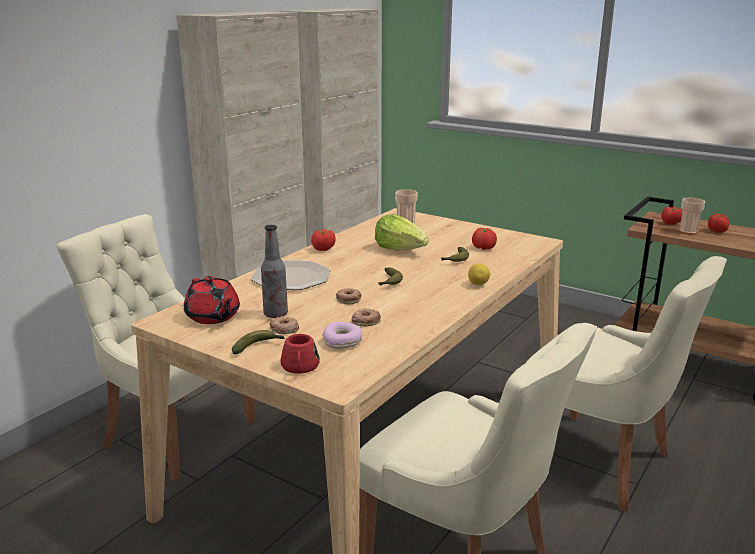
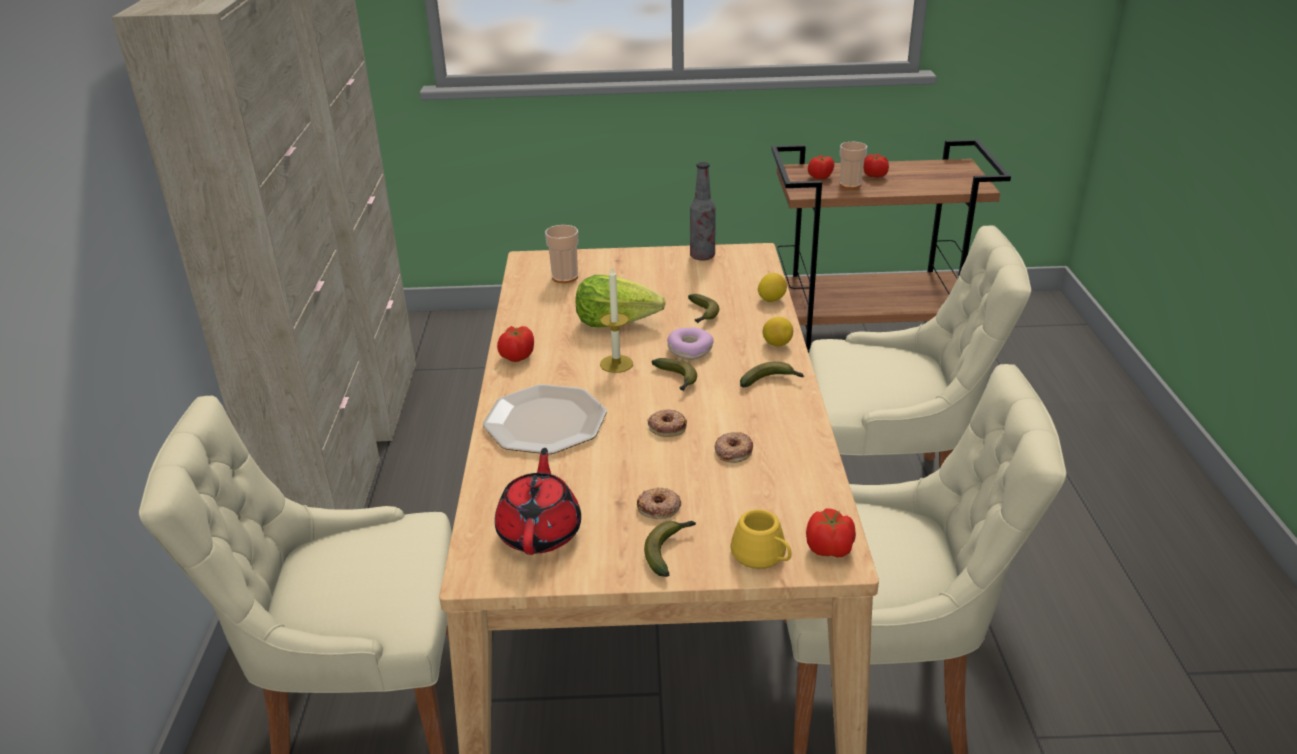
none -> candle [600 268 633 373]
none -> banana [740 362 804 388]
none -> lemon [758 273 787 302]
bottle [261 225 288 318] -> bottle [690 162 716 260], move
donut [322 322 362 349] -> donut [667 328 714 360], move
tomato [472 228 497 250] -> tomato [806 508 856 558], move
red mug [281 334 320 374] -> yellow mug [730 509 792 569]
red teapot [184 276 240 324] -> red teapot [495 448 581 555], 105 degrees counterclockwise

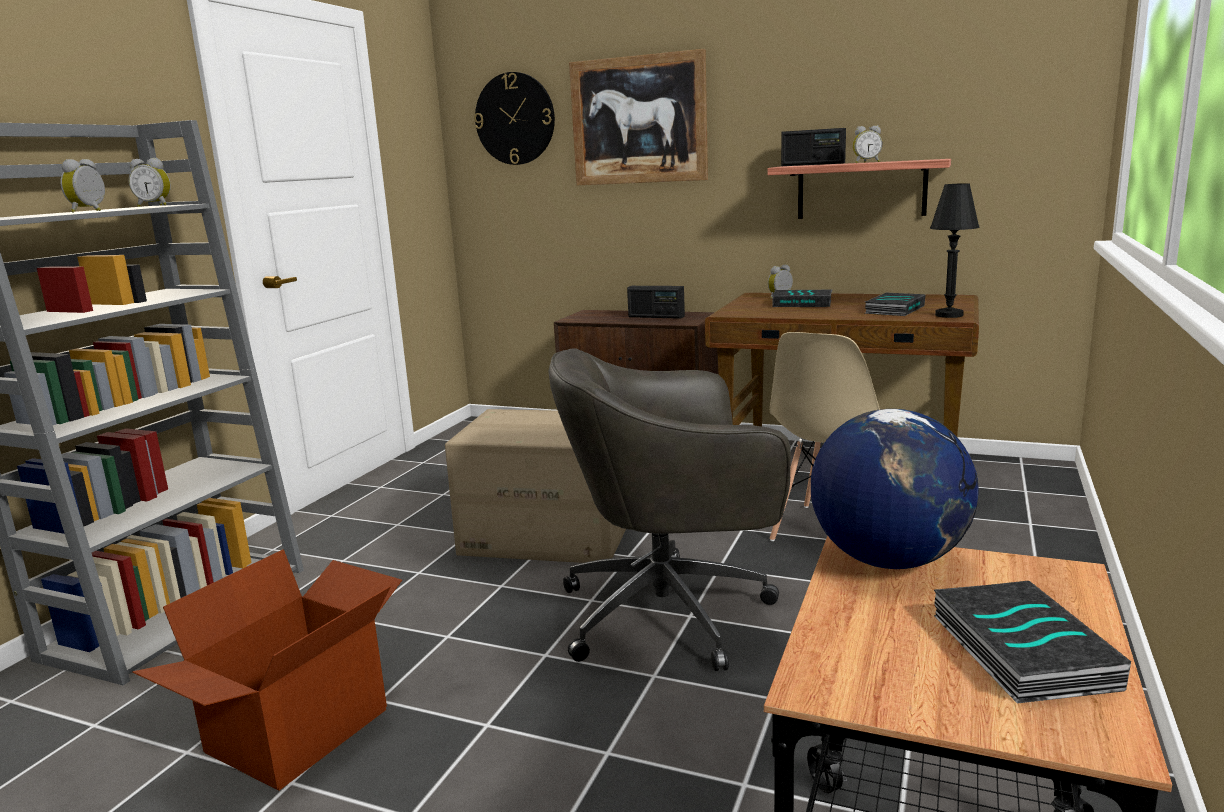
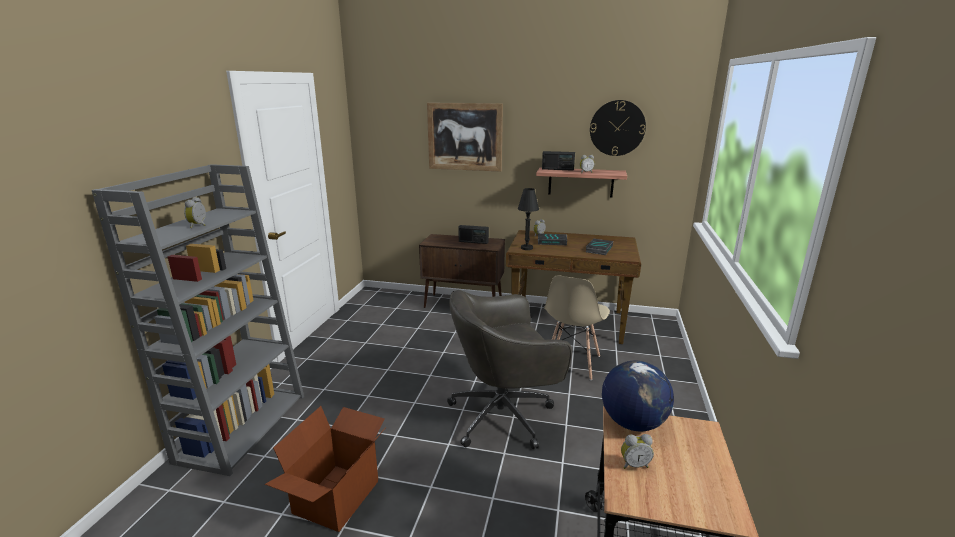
cardboard box [445 409 626 563] -> none
book [934 581 1131 703] -> none
alarm clock [129 158 171 207] -> alarm clock [621 434 654 469], move
wall clock [474 72 555 165] -> wall clock [590 100 646 156], move
black table lamp [930 183 979 318] -> black table lamp [518 188 539 250], move

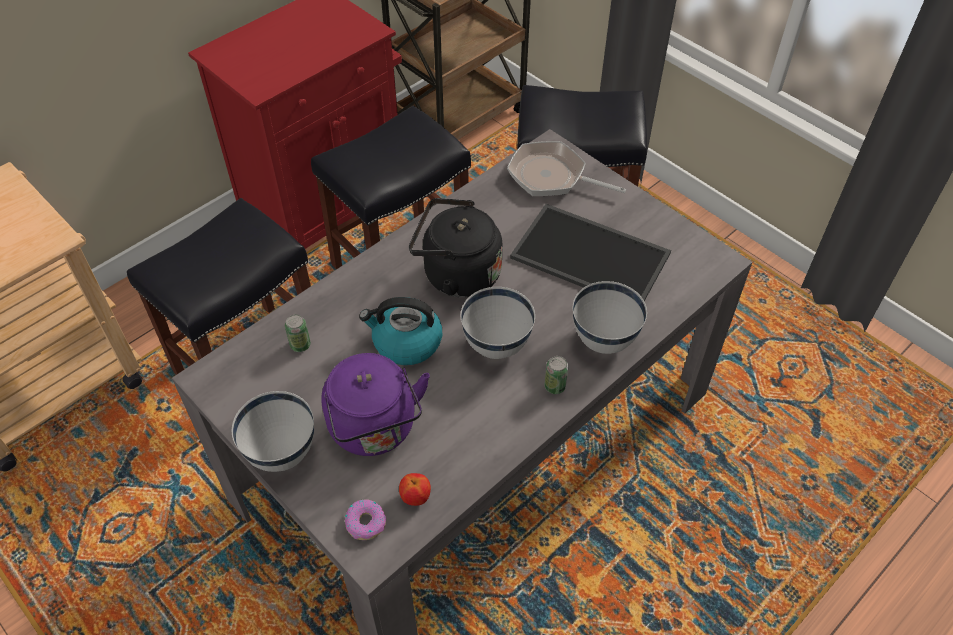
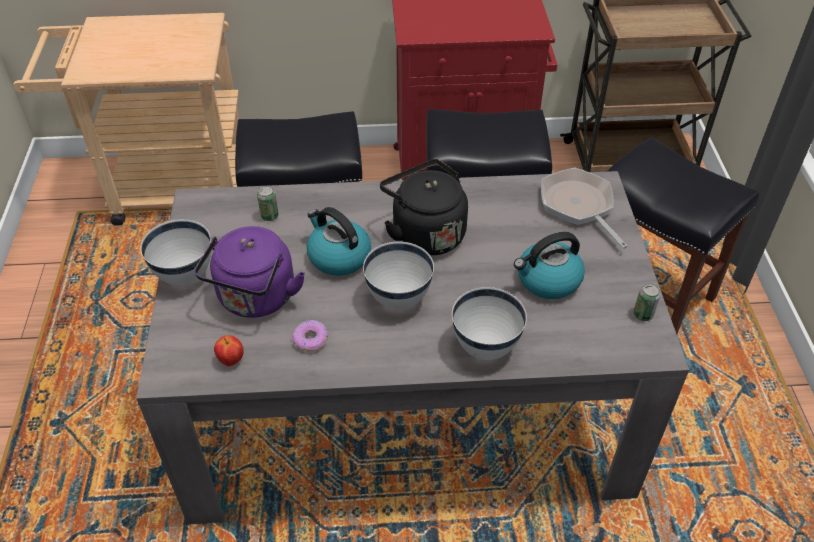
donut [345 500 386 540] -> donut [292 320 328 352], move
can [544 356 568 394] -> can [633 283 660 321], move
tray [510 204 671 301] -> kettle [514 232 585 299]

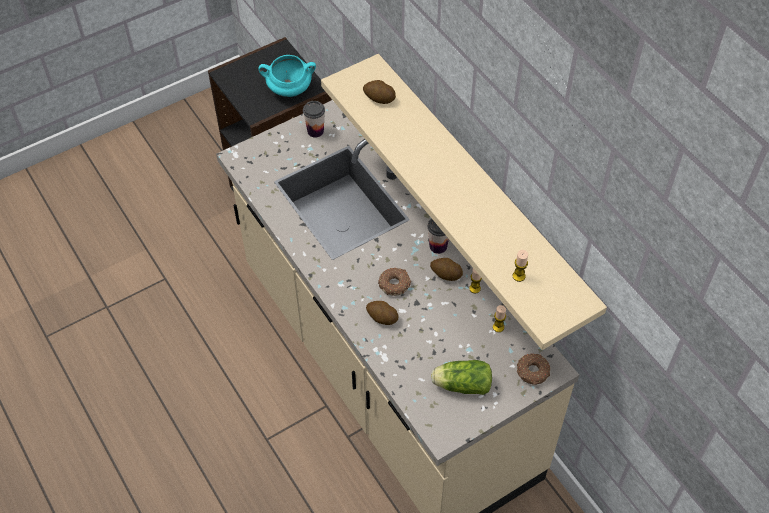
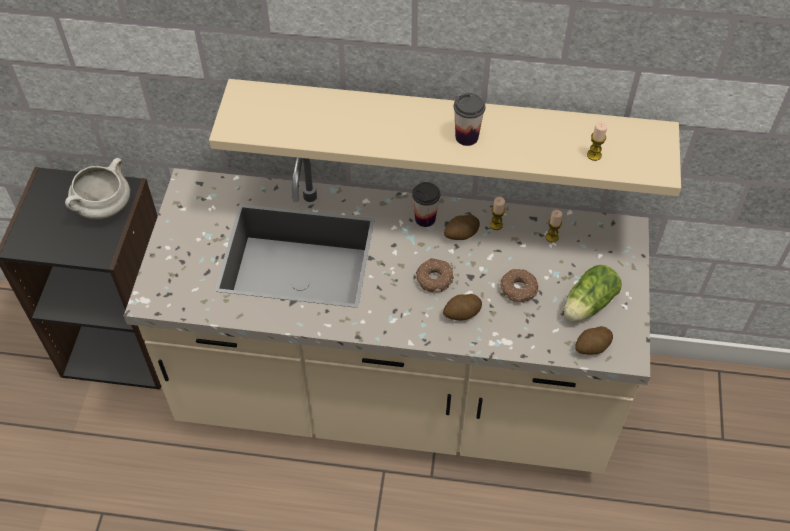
cup [303 101 325 138] -> cup [454 93 485 146], move
potato [363 80 396 104] -> potato [575 326 613 355], move
donut [517 354 550 385] -> donut [500 269 538 303], move
turquoise cooking pot [258 55 316 97] -> white cooking pot [65 158 130 220]

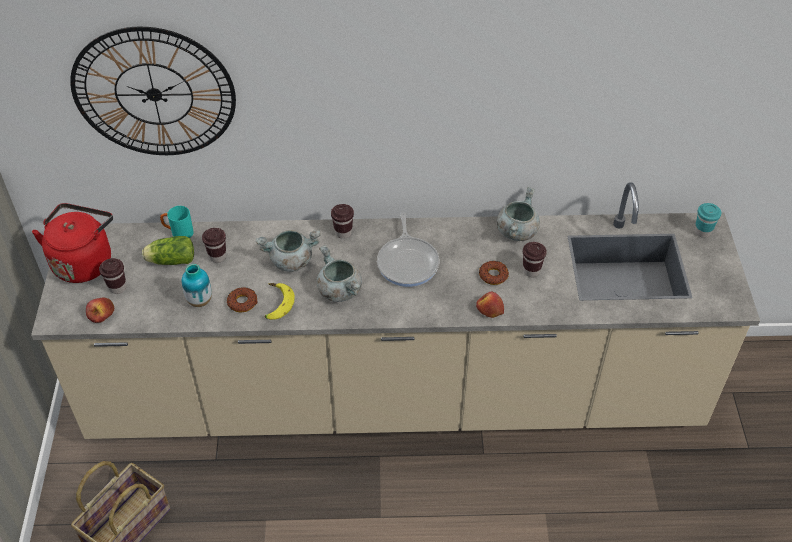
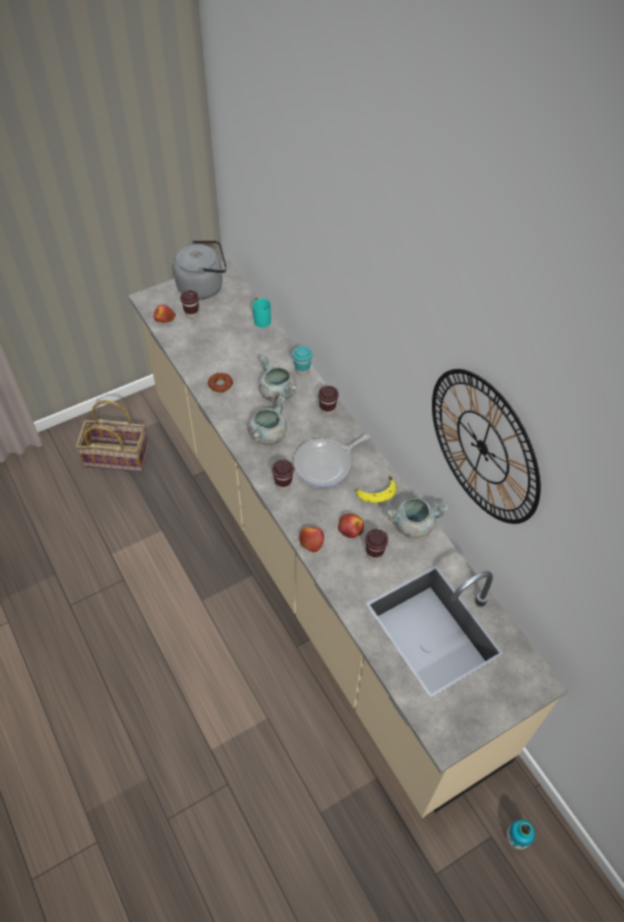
lettuce [142 236 194 265] -> none
wall clock [70 27 236 155] -> wall clock [432 369 541 524], move
vase [182 264 212 307] -> vase [507 820 535 850], move
brown cup [202 228 226 263] -> brown cup [272 460 294 491], move
banana [265 283 295 320] -> banana [356 475 396 503], move
turquoise cup [695 203 721 238] -> turquoise cup [293 346 312 376], move
donut [479 261 509 285] -> apple [338 514 364 538]
red kettle [32 203 113 283] -> grey kettle [173 240 227 300]

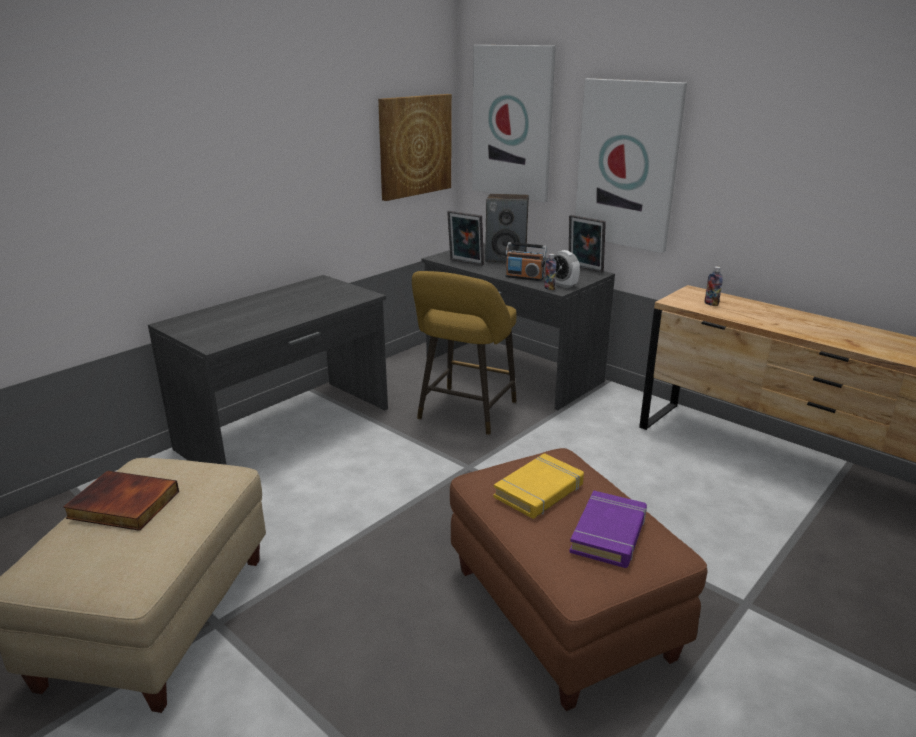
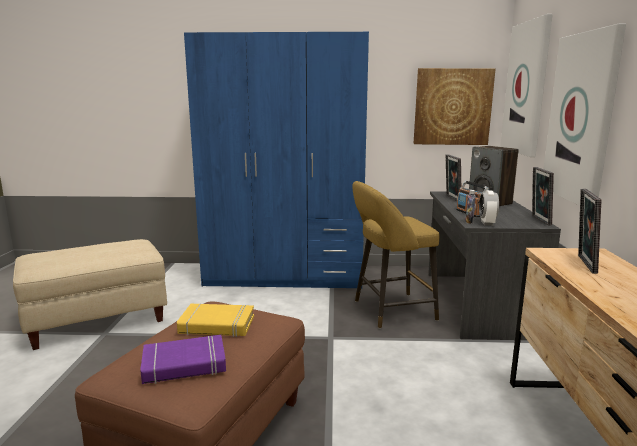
book [63 471 179 531] -> none
grey desk [148 275 388 465] -> blue wardrobe [184 32 369 289]
bottle [705 266 723 306] -> picture frame [578 189 601 274]

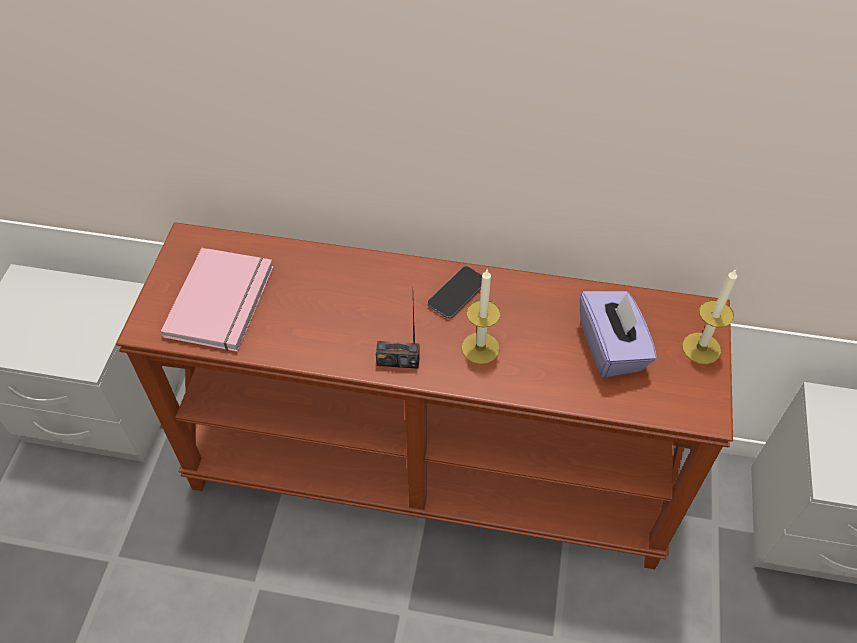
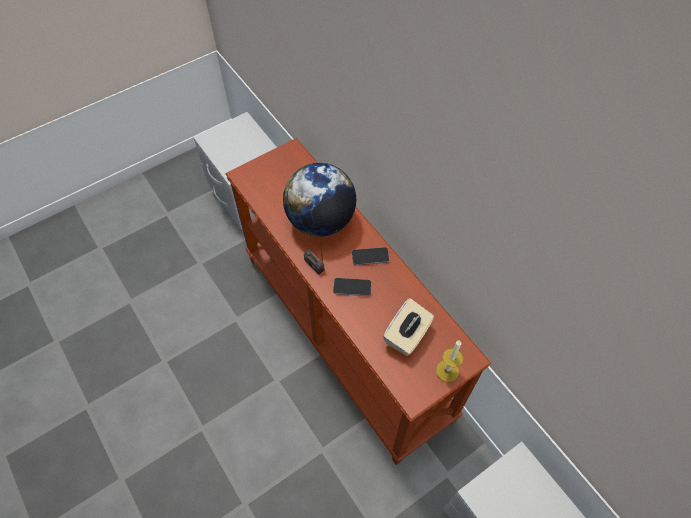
pink book [160 248 274 352] -> none
none -> globe [283 163 356 237]
candle [461 270 501 364] -> phone [333 278 371 296]
purple tissue box [580 291 657 378] -> beige tissue box [383 298 434 356]

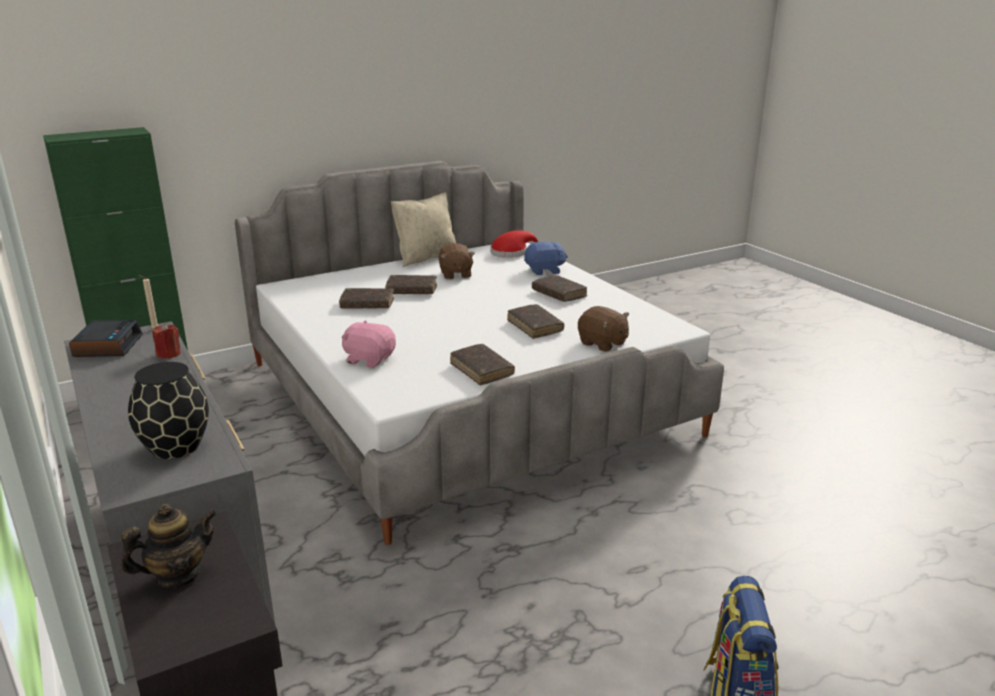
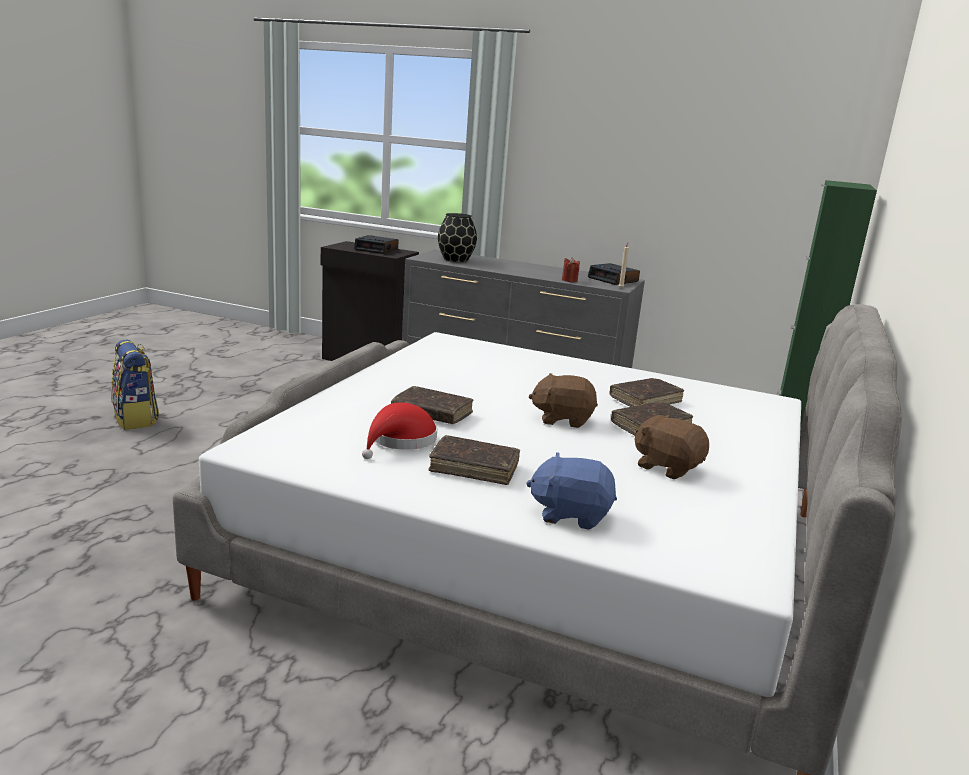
pink plush toy [342 320 396 368] -> none
beige pillow [391 193 456 267] -> none
brown book [450 344 515 385] -> none
red hat [490 230 538 258] -> red hat [362 402 437 459], move
brown plush toy [578 306 629 352] -> brown plush toy [529 373 598 428], move
teapot [121 504 217 588] -> alarm clock [354 235 399 254]
blue plush toy [524 241 568 275] -> blue plush toy [526 452 617 530], 60 degrees clockwise

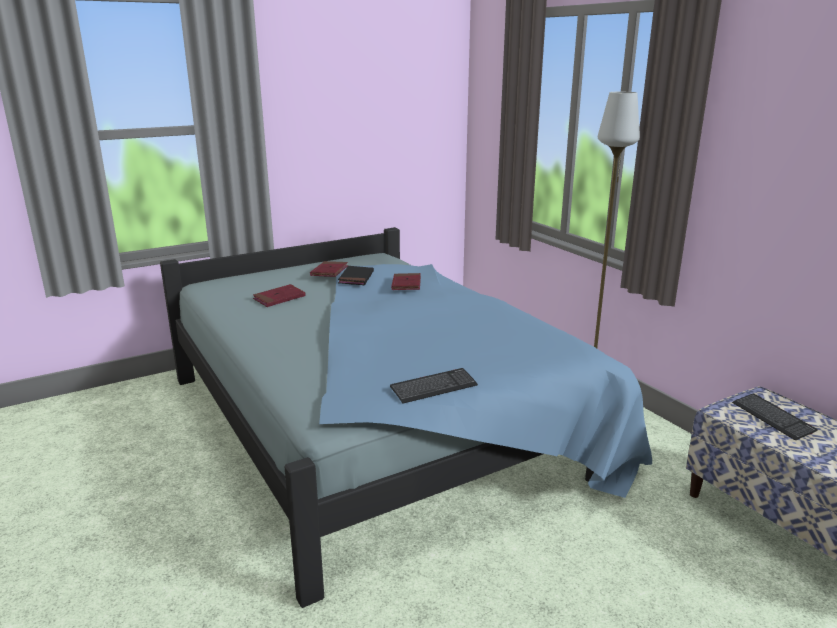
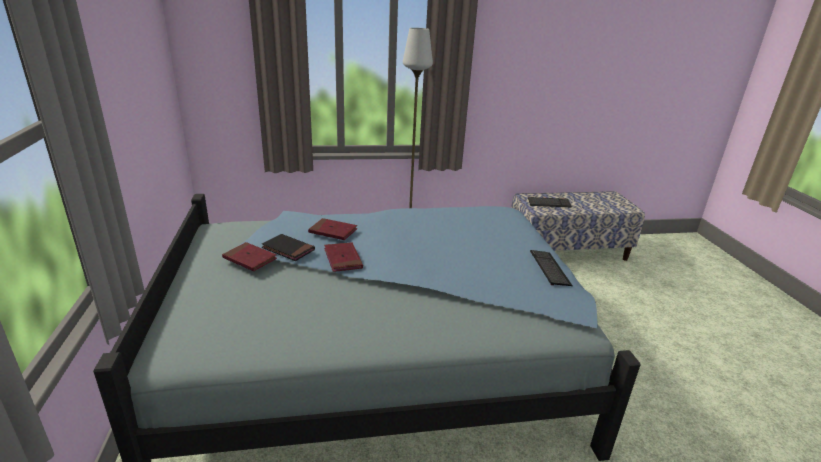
red book [253 284 306 307] -> red book [324 242 363 272], move

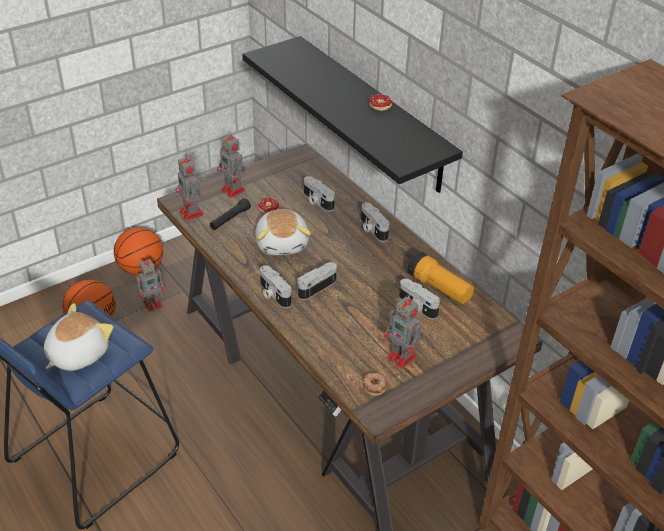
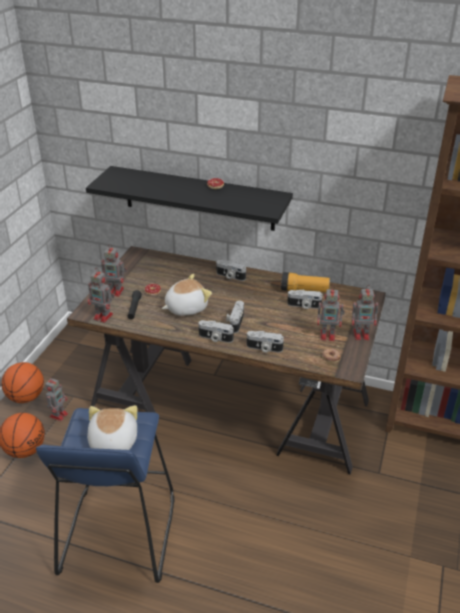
none -> toy robot [352 287 379 340]
photo camera [304 176 335 211] -> photo camera [247 331 284 353], move
plush toy [255 209 311 255] -> plush toy [162 274 212 316], 75 degrees counterclockwise

